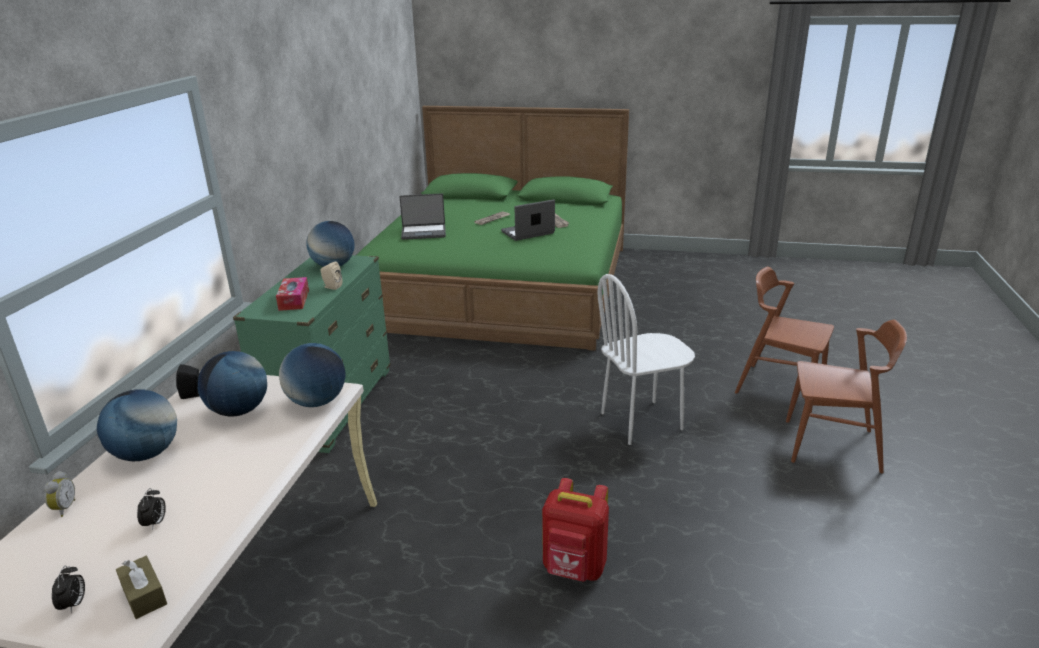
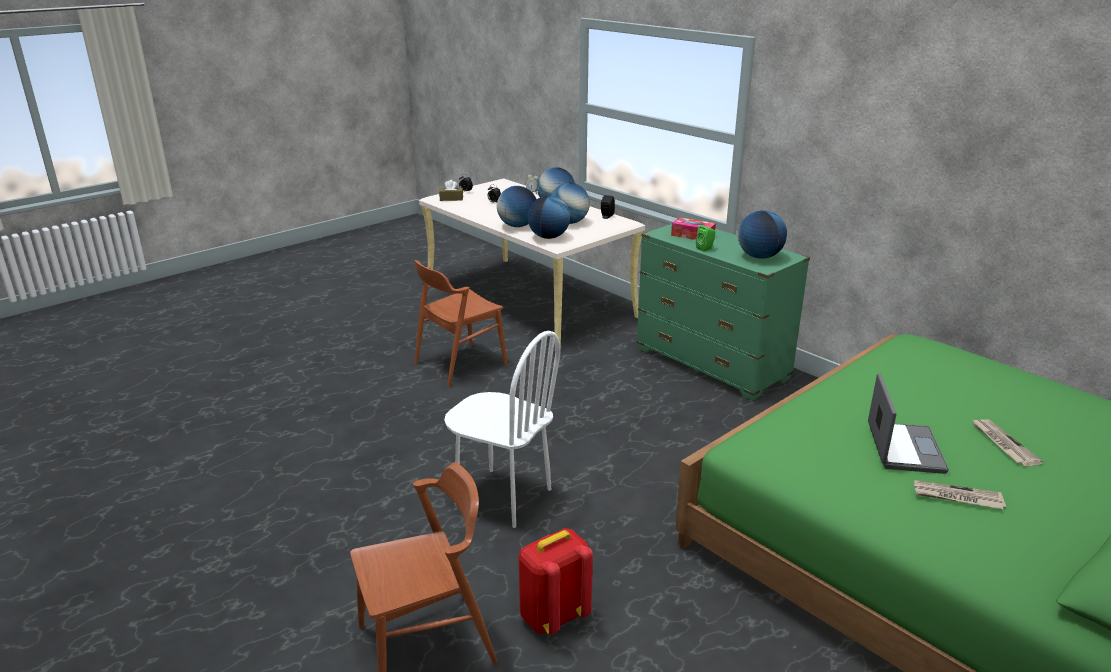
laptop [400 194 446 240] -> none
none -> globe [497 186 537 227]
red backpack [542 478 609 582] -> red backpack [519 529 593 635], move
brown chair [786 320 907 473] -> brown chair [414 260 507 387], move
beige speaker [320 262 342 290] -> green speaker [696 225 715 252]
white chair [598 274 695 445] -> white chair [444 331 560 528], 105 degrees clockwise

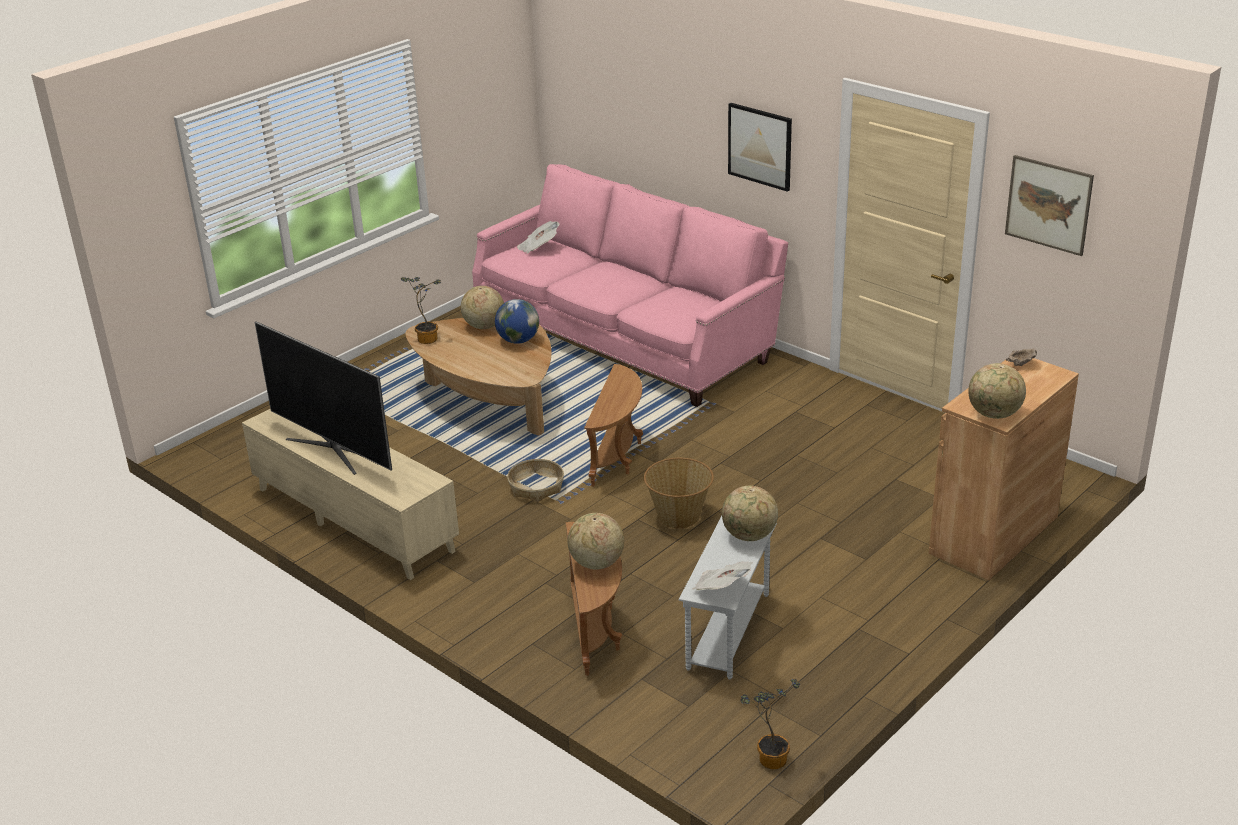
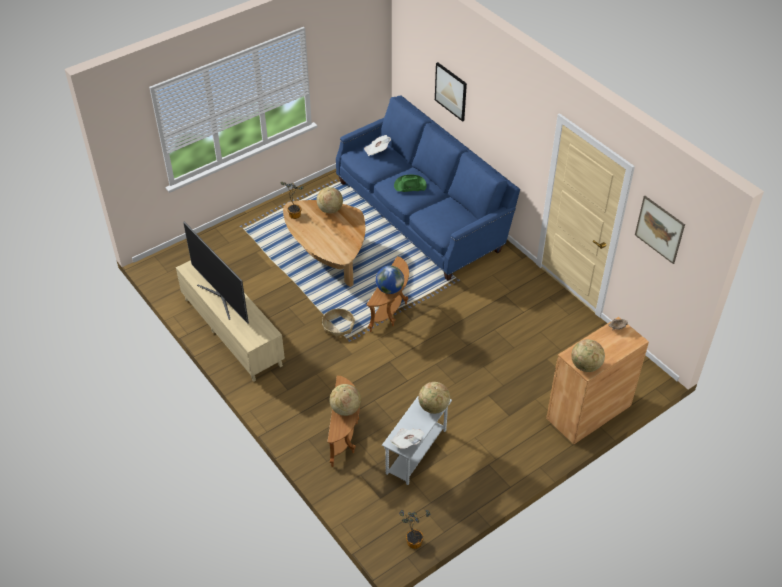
basket [644 458 714 529] -> none
none -> green hat [394 174 427 192]
globe [495 299 539 344] -> globe [376 266 404 294], move
picture [728 103 792 192] -> picture [435 62 467 122], move
pink sofa [472 164 788 407] -> blue sofa [336 95 520 281]

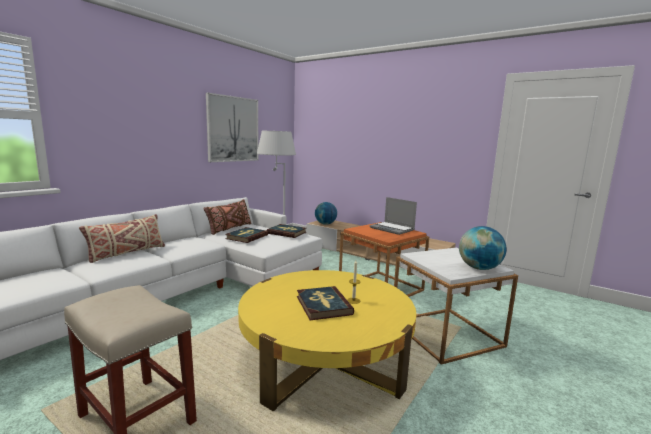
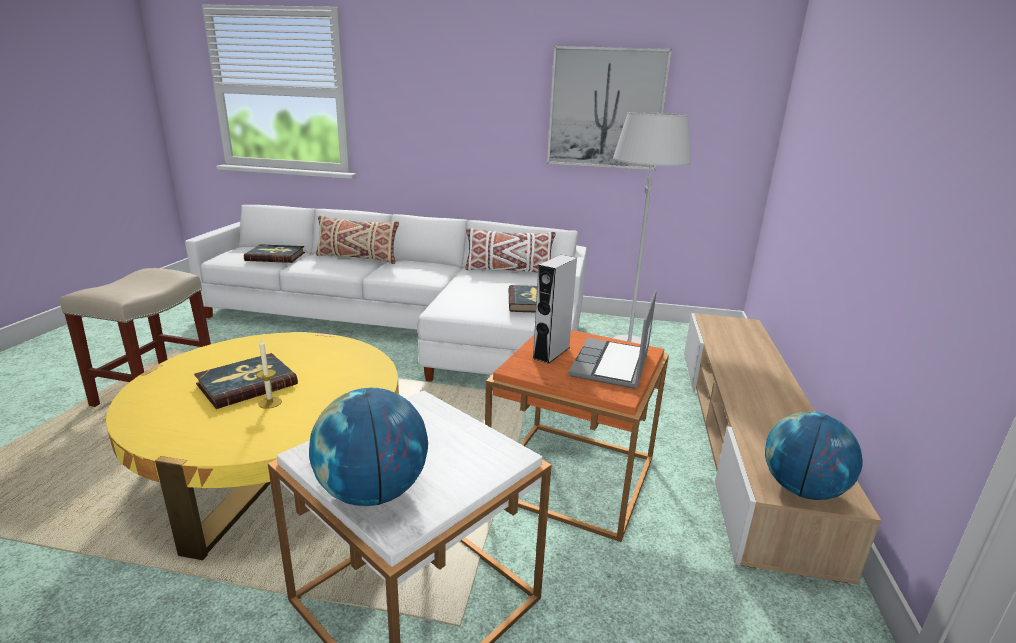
none -> grey speaker [532 255 577 364]
book [225 227 268 243] -> book [244 244 305 263], move
globe [315 202 337 225] -> globe [765 412 863 500], move
brown pillow [203 199 251 235] -> white pillow [465 228 556 272]

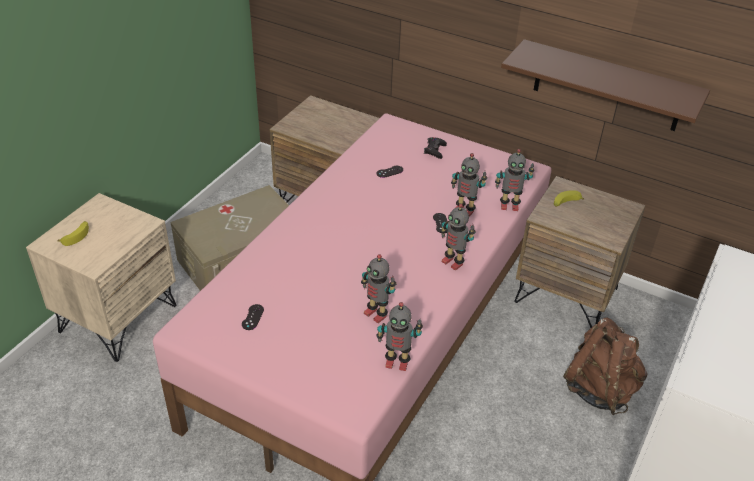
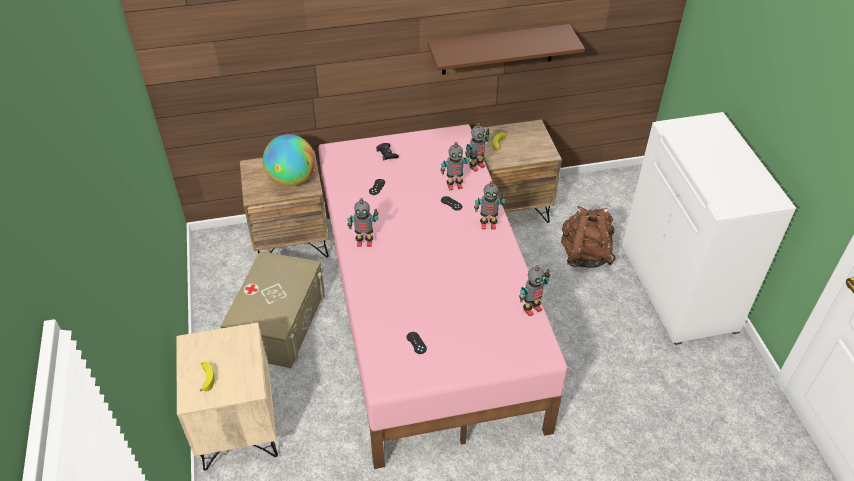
none -> globe [263 134 315 186]
toy robot [361 254 397 323] -> toy robot [347 198 378 247], move

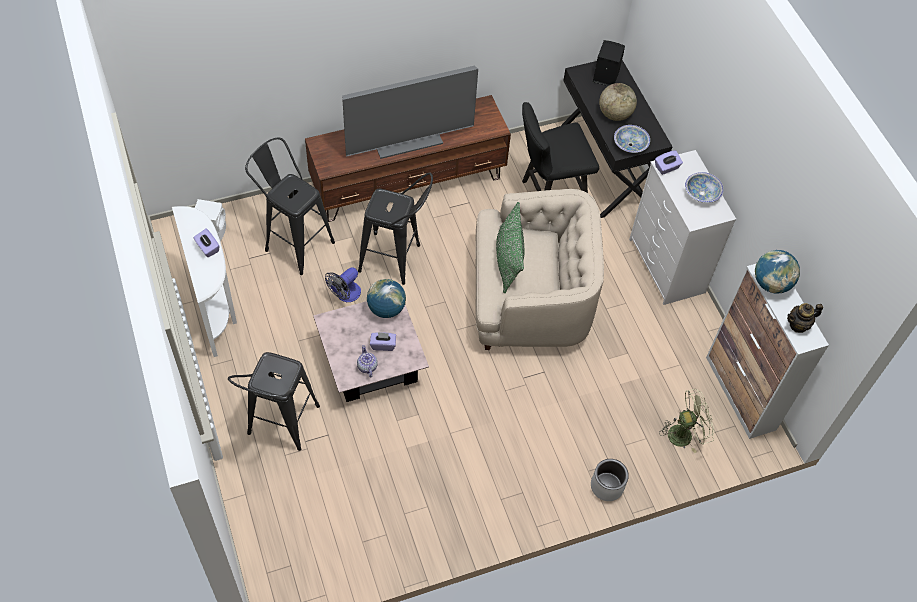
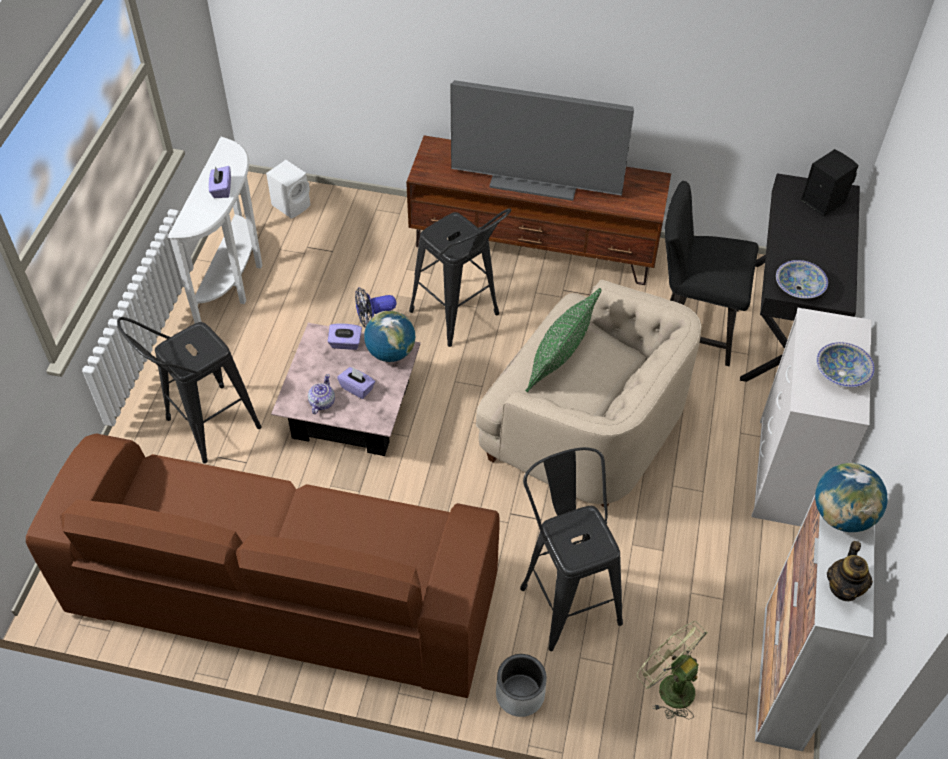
globe [599 83 637 121] -> none
none -> brown sofa [26 433 500 698]
black stool [245 137 335 275] -> black stool [520 447 623 651], move
purple tissue box [655 150 683 175] -> purple tissue box [328 324 362 350], move
green fan [659 389 715 453] -> green fan [637 621 708 719], 150 degrees counterclockwise
teapot [787 303 823 333] -> teapot [827 541 873 601], 90 degrees counterclockwise

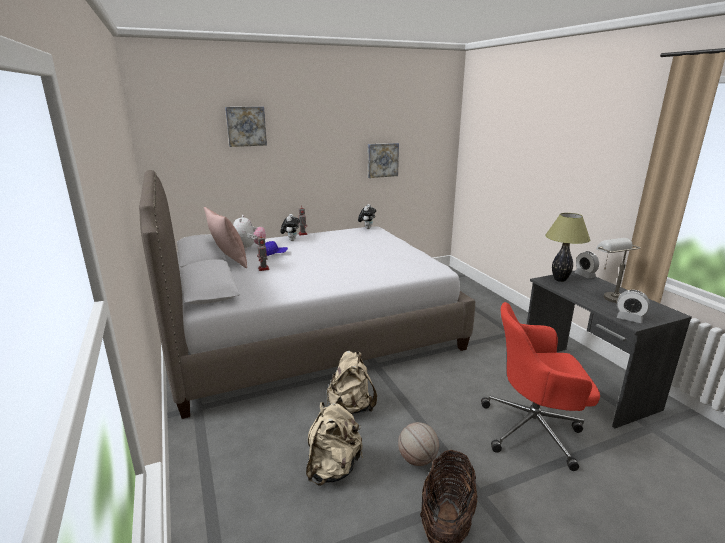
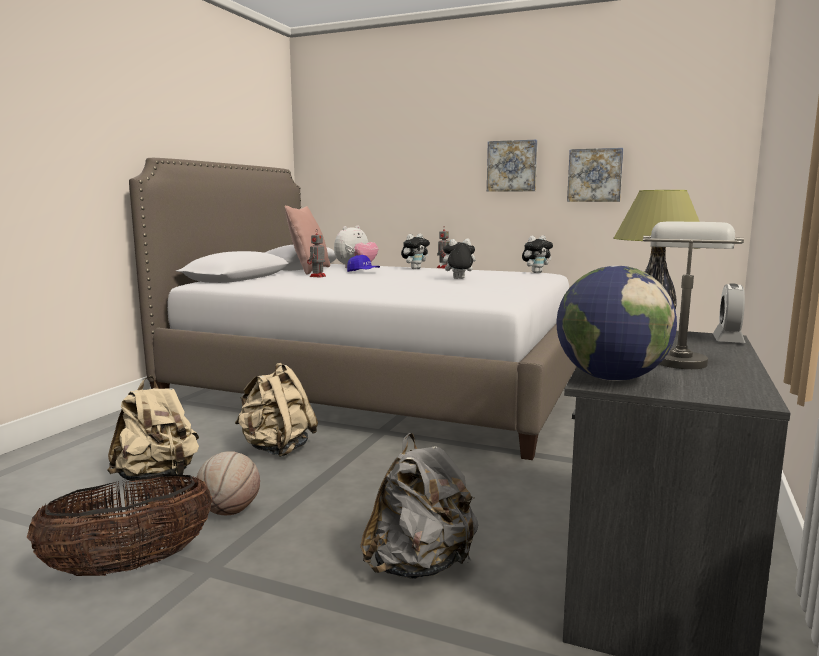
none -> plush toy [439 238 475 279]
picture [225 107 267 147] -> picture [487 140 538 192], move
red office chair [481 302 600 471] -> grey backpack [360 433 478 579]
alarm clock [617 290 650 323] -> globe [557 266 677 381]

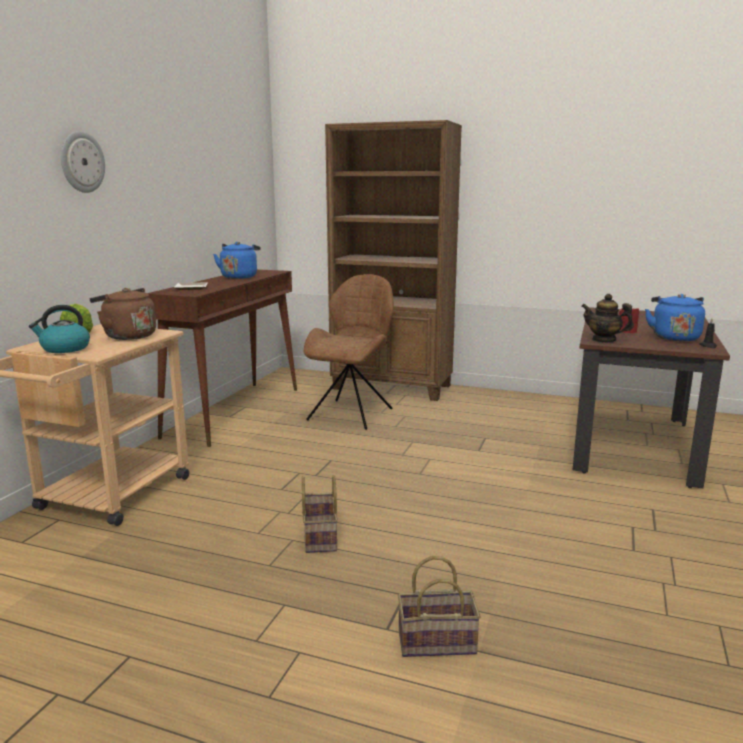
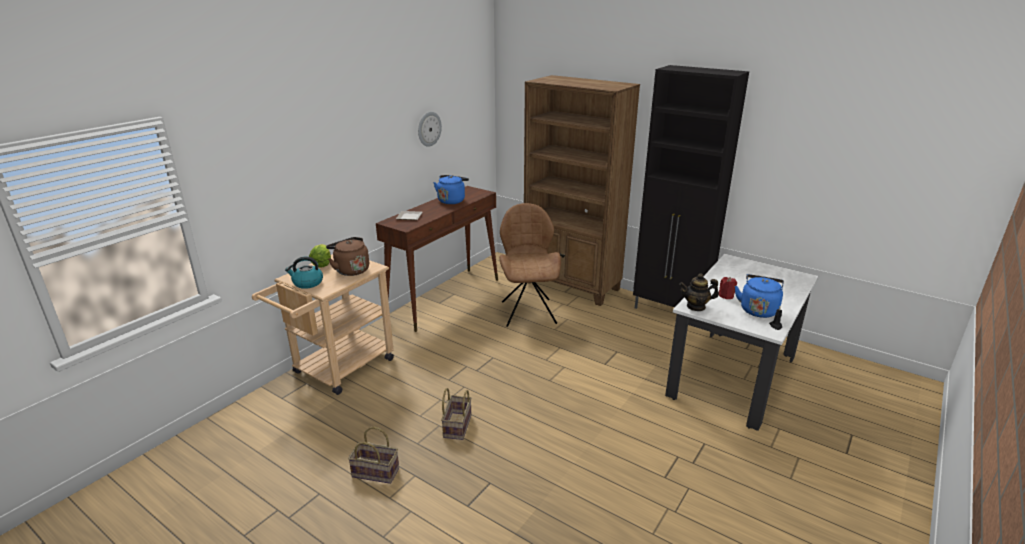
none -> black cabinet [633 65 749 309]
wall clock [61 131 105 193] -> wall clock [418 112 442 147], move
basket [398 556 481 657] -> basket [348 427 399 484], move
brown dining table [572 307 730 488] -> white dining table [665 254 818 431]
brown chair [304 274 394 430] -> brown chair [499 203 561 327], 45 degrees counterclockwise
teapot [582 294 634 343] -> teapot [679 274 719 311], 45 degrees counterclockwise

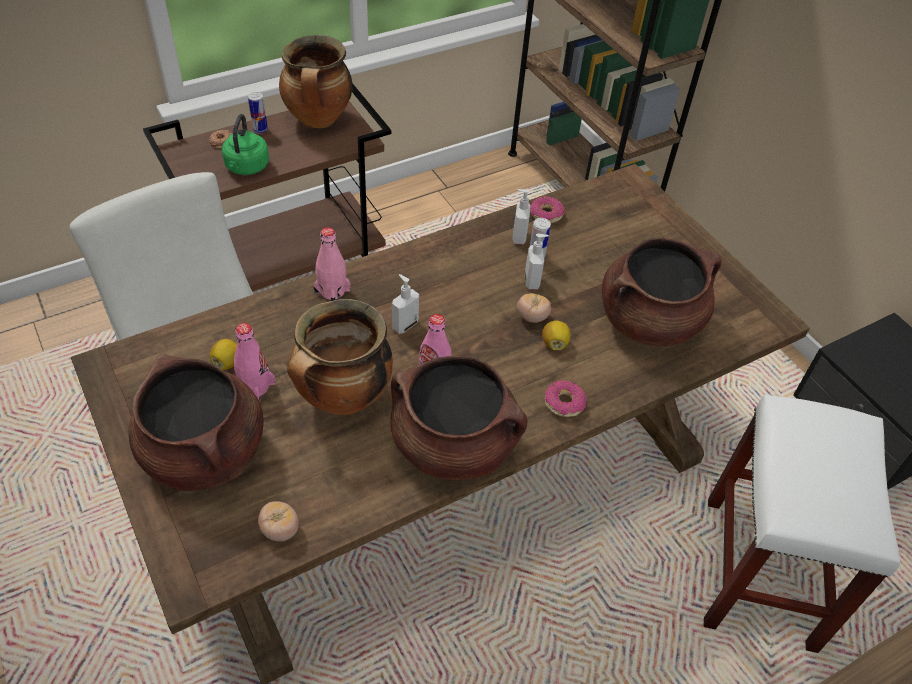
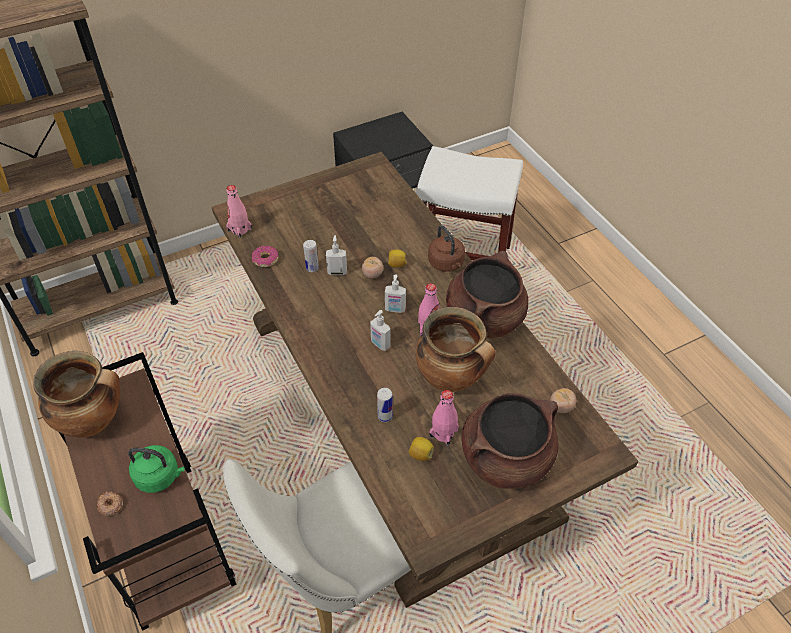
brown cooking pot [602 238 721 346] -> none
can [248 92 268 133] -> can [377 388 393 422], move
pink bottle [314 227 351 301] -> pink bottle [226 185 252 238], move
soap dispenser [512 189 531 244] -> soap dispenser [385 274 406 313], move
donut [545 381 586 417] -> brown kettle [428 225 465 272]

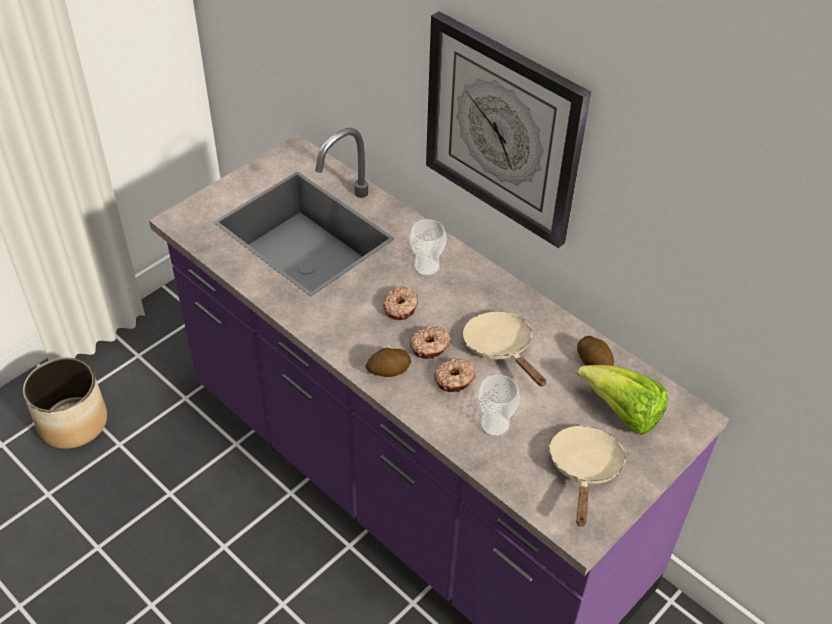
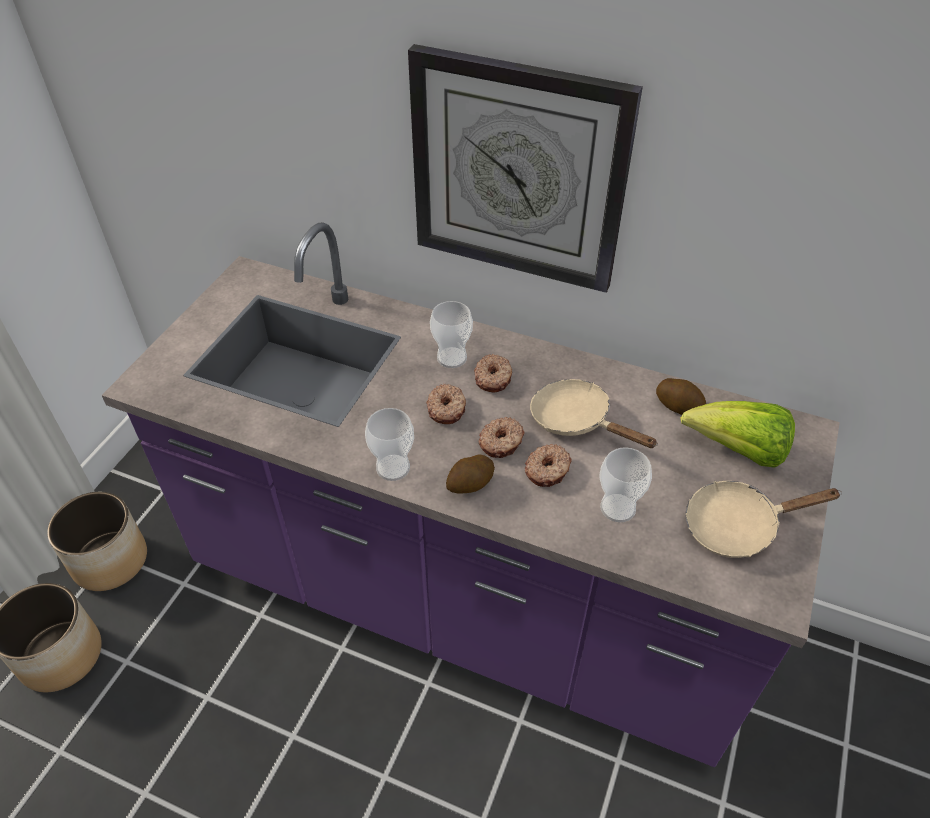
none -> planter [47 492 147 591]
none -> cup [365 408 414 481]
none -> donut [474 354 512 392]
beige frying pan [549 426 627 527] -> beige frying pan [686 481 842 558], 90 degrees counterclockwise

